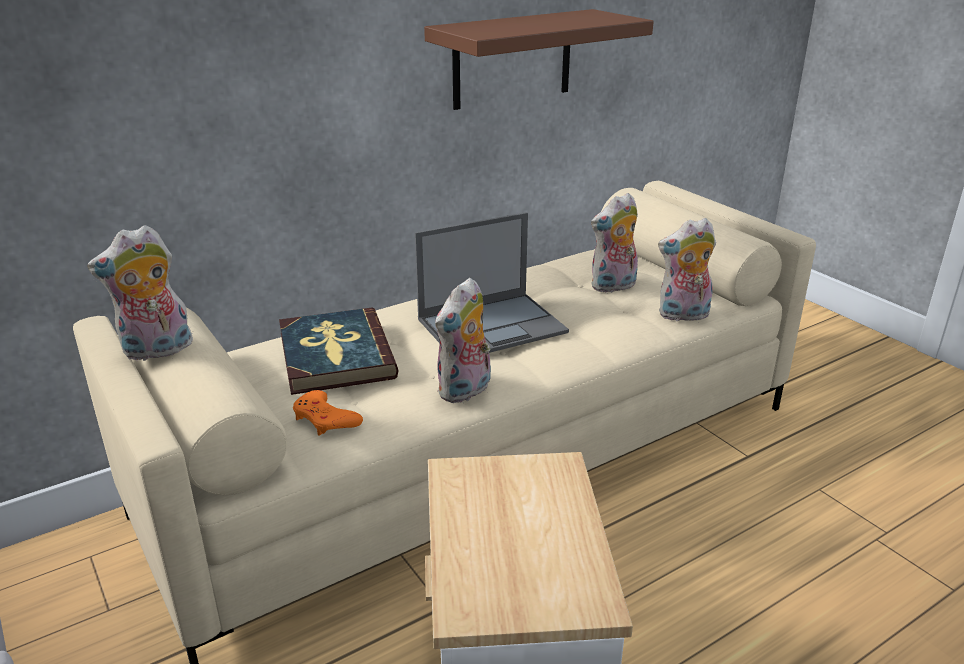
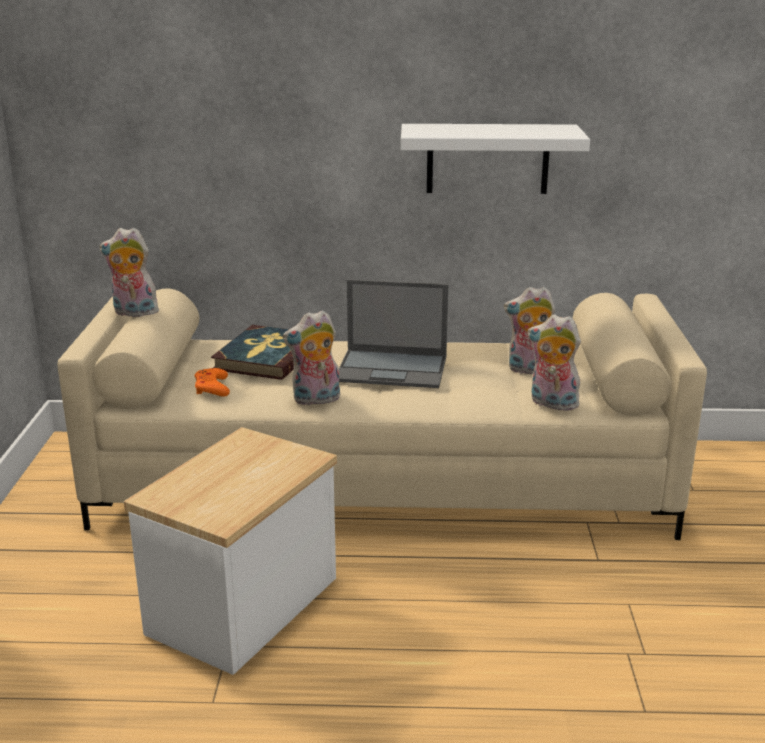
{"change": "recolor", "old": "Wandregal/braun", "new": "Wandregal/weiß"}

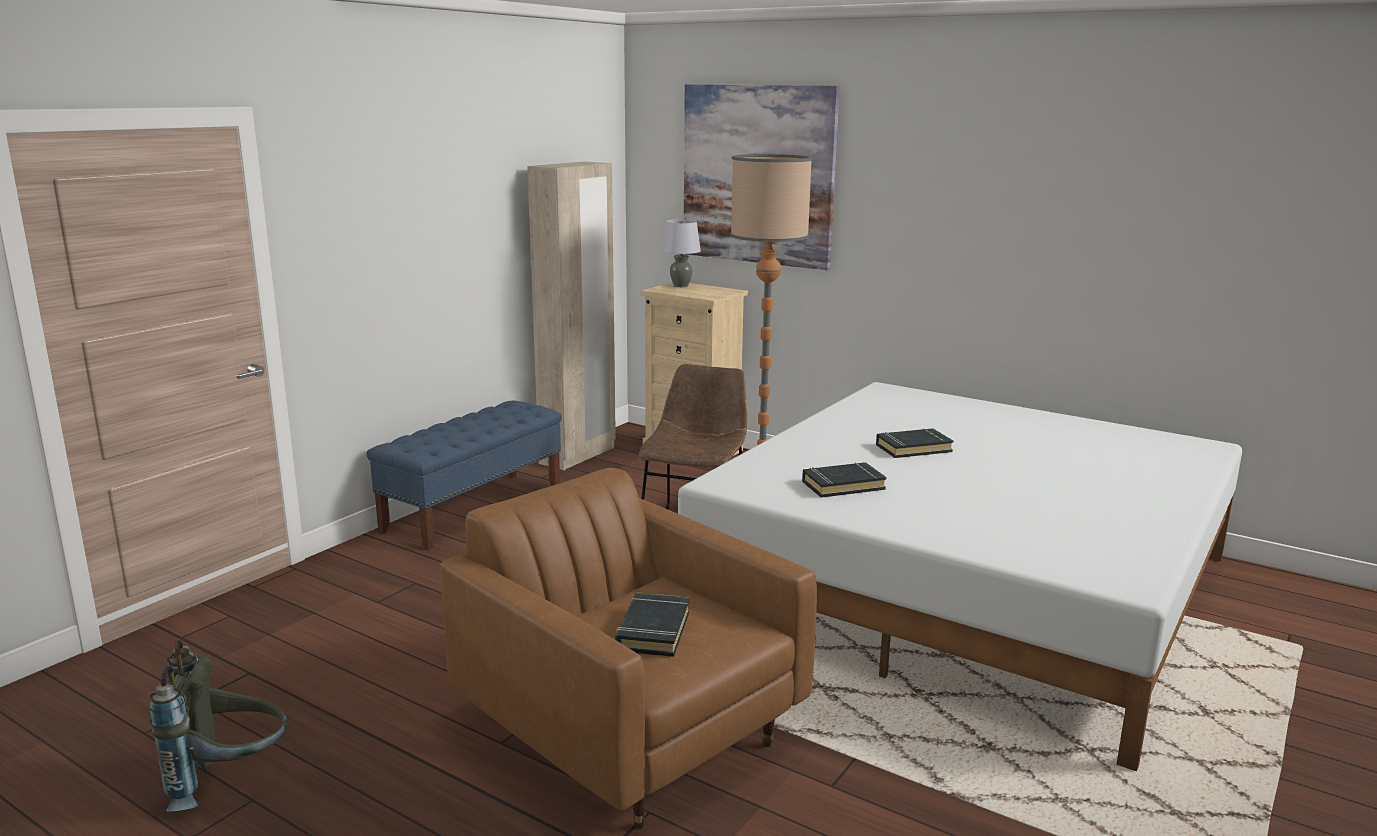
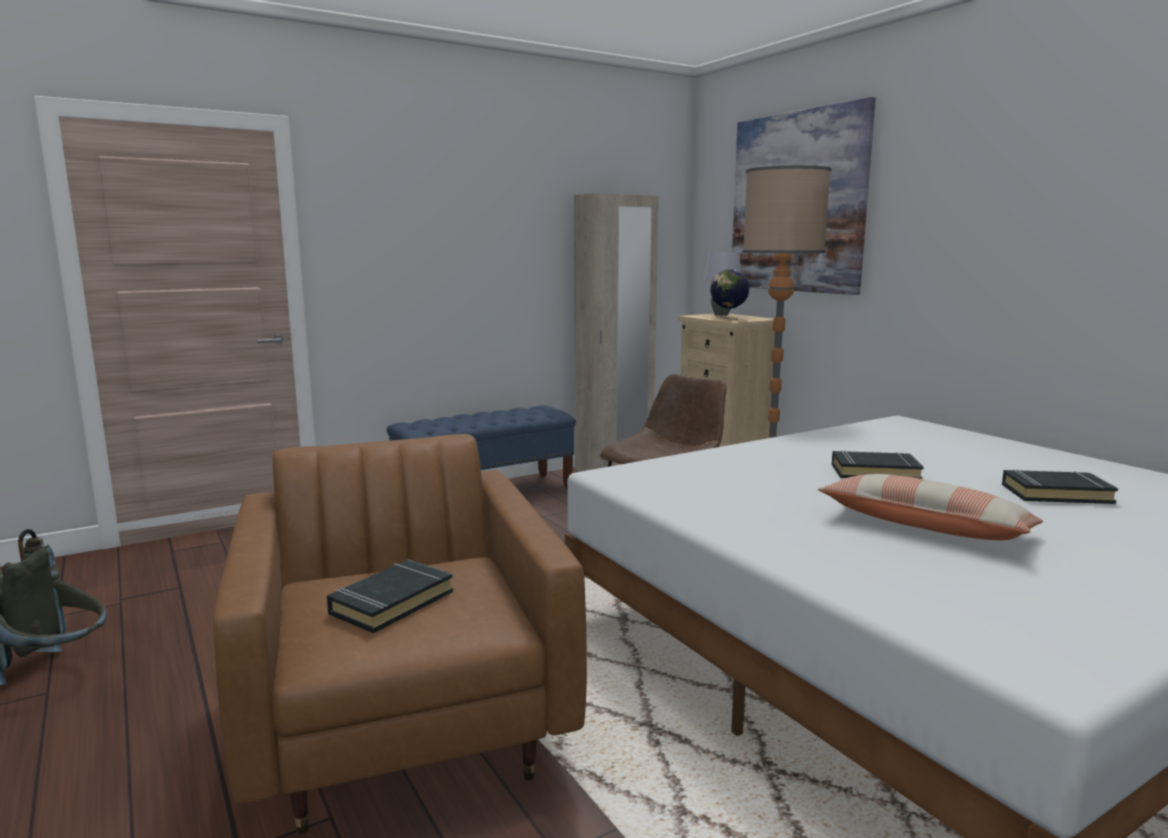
{"change": "move", "old": "Buch/schwarz (2nd from left in the first image)", "new": "Buch/schwarz (3rd from left)"}
{"change": "insert", "new": "Globus"}
{"change": "insert", "new": "Kissen"}

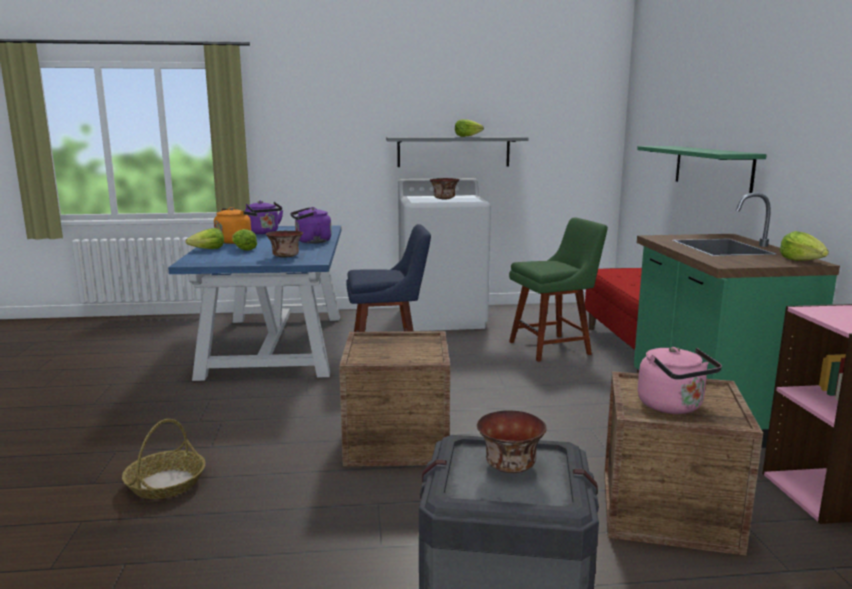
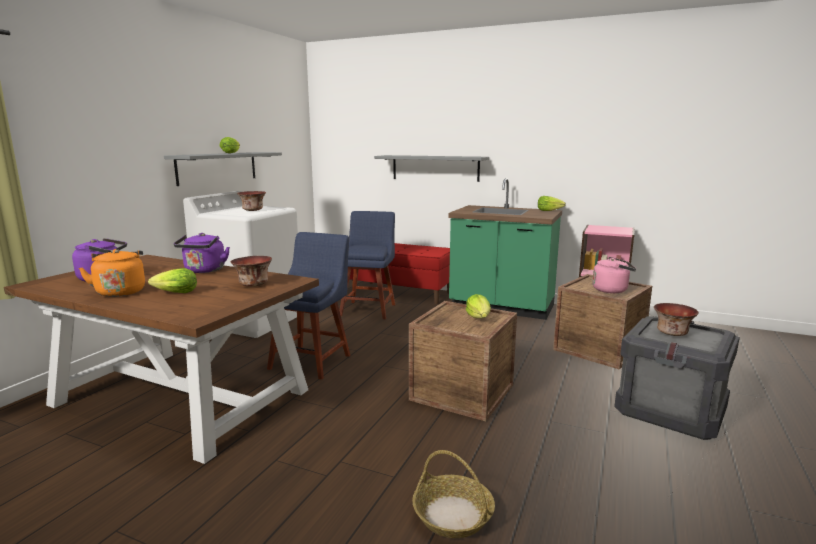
{"change": "recolor", "old": "Wandregal/grün", "new": "Wandregal/grau (2nd from left)"}
{"change": "recolor", "old": "Stuhl/grün", "new": "Stuhl/blau (2nd from left)"}
{"change": "recolor", "old": "Esstisch/blau", "new": "Esstisch/braun"}
{"change": "move", "old": "Salatkopf (1st from left in the first image)", "new": "Salatkopf (3rd from left)"}

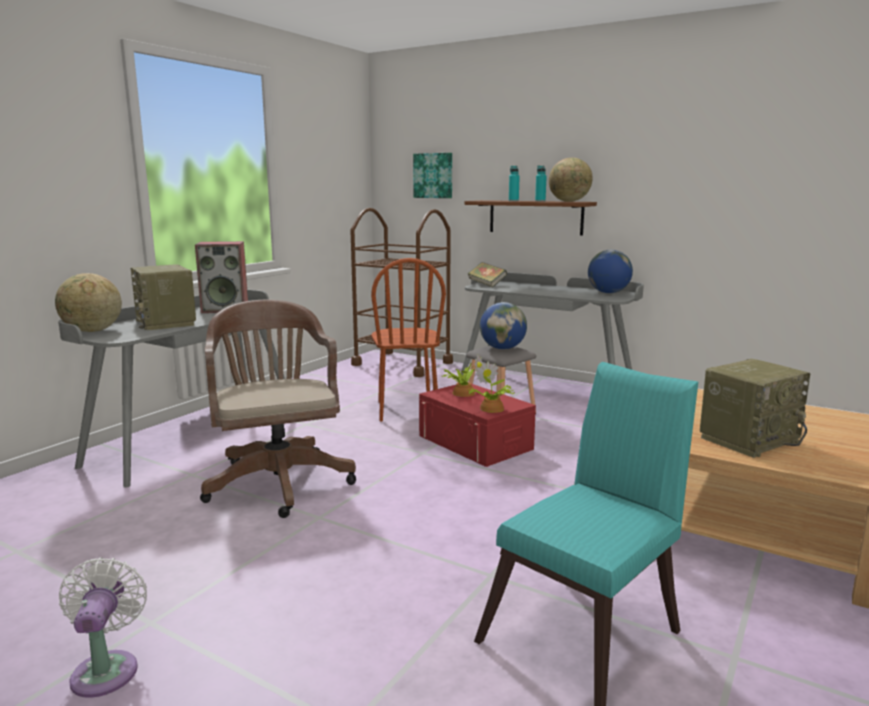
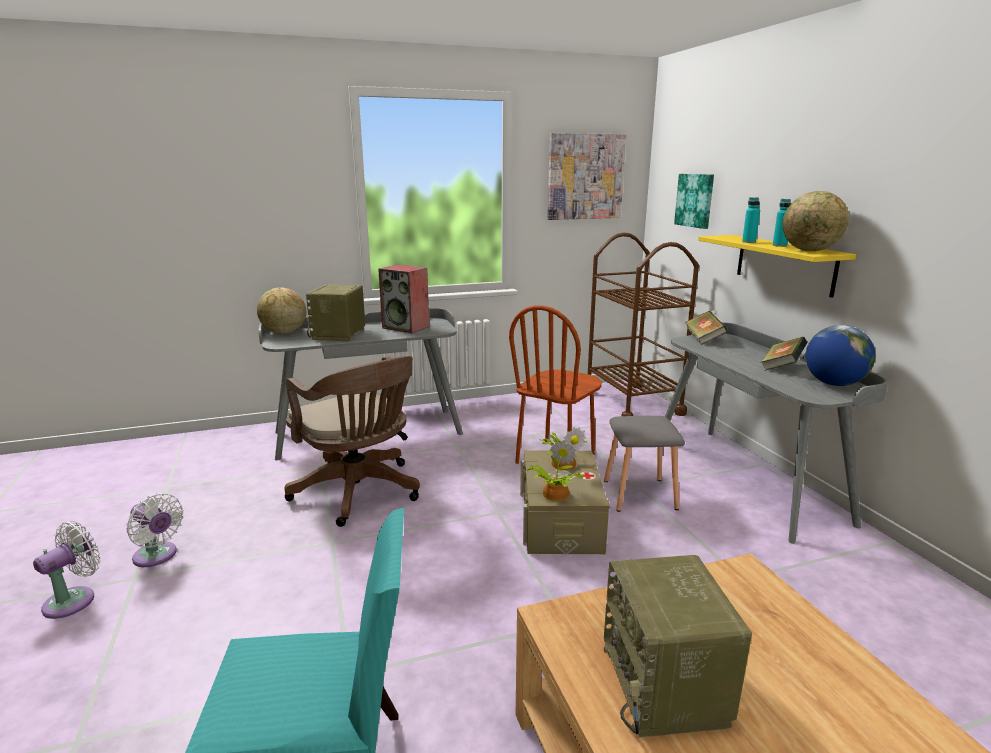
{"change": "recolor", "old": "Wandregal/braun", "new": "Wandregal/gelb"}
{"change": "rotate", "old": "Bürostuhl/braun", "degrees": 120}
{"change": "delete", "old": "Globus (2nd from left)"}
{"change": "rotate", "old": "Radio (2nd from left)", "degrees": 75}
{"change": "recolor", "old": "Aufbewahrungsbox/rot", "new": "Aufbewahrungsbox/beige"}
{"change": "insert", "new": "Bild (1st from left)"}
{"change": "insert", "new": "Buch (2nd from left)"}
{"change": "insert", "new": "Ventilator/weiß (2nd from left)"}

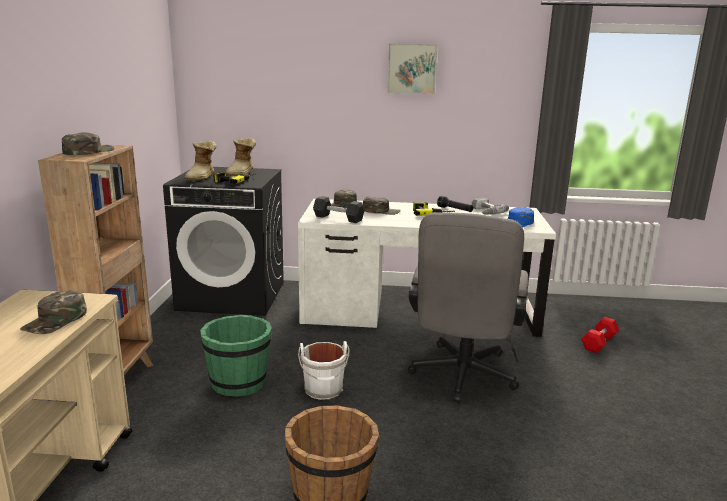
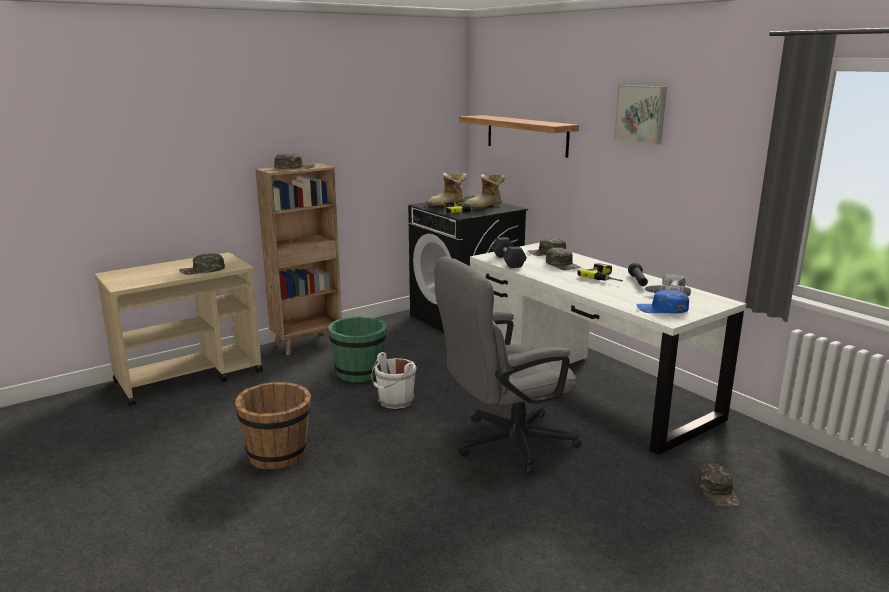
{"change": "replace", "old": "Hantel/rot", "new": "Kappe/grün (5th from left)"}
{"change": "insert", "new": "Wandregal"}

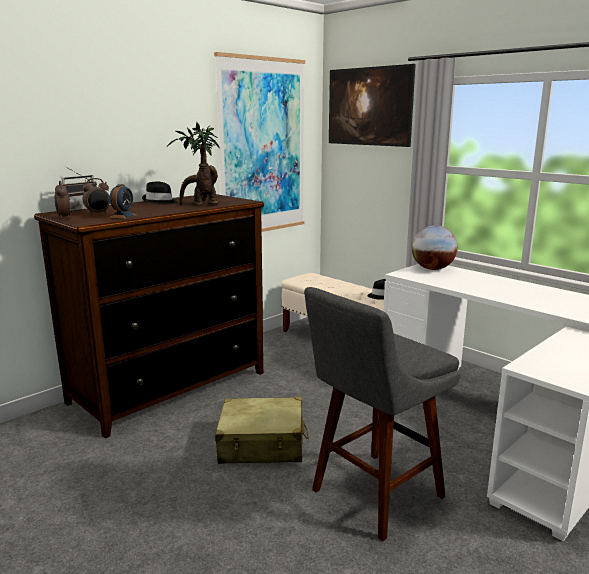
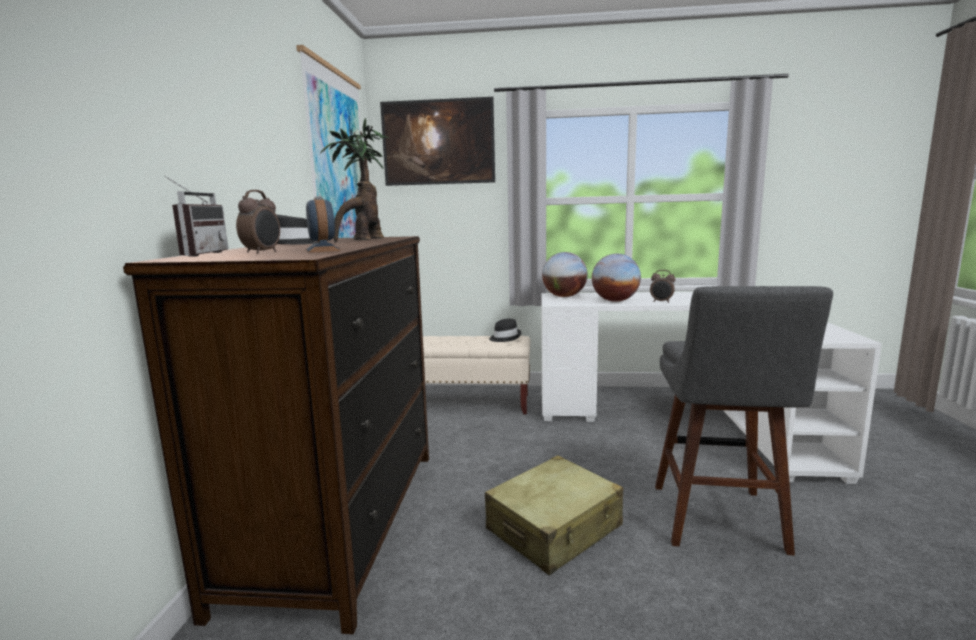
{"change": "move", "old": "Wecker (1st from left in the first image)", "new": "Wecker (3rd from left)"}
{"change": "insert", "new": "Globus (2nd from left)"}

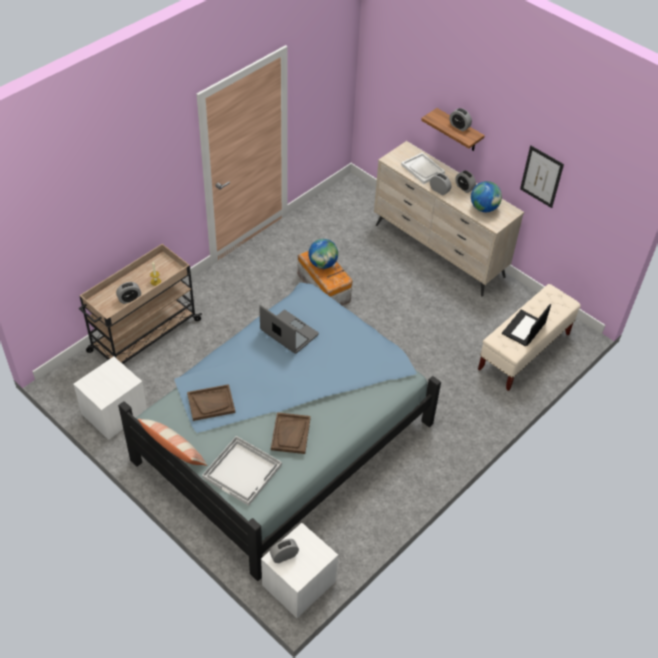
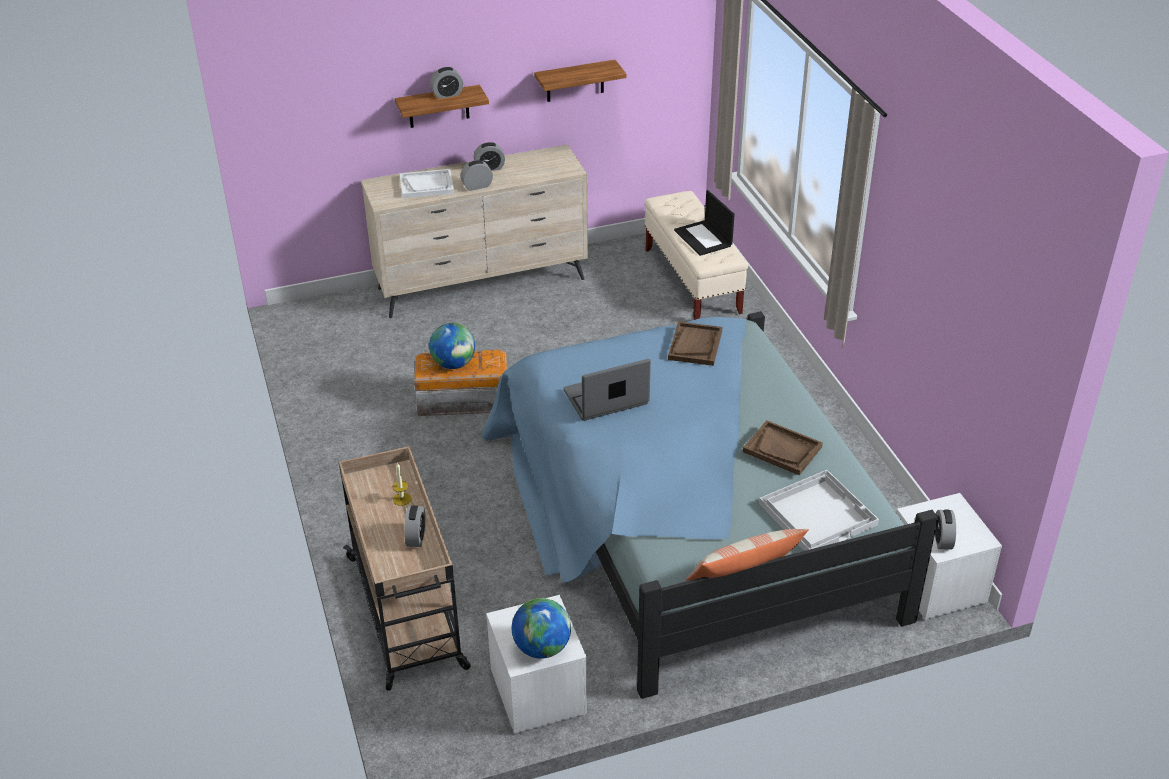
{"change": "replace", "old": "Bild", "new": "Wandregal (2nd from left)"}
{"change": "move", "old": "Globus (2nd from left)"}
{"change": "move", "old": "Tablett/braun (1st from left)"}

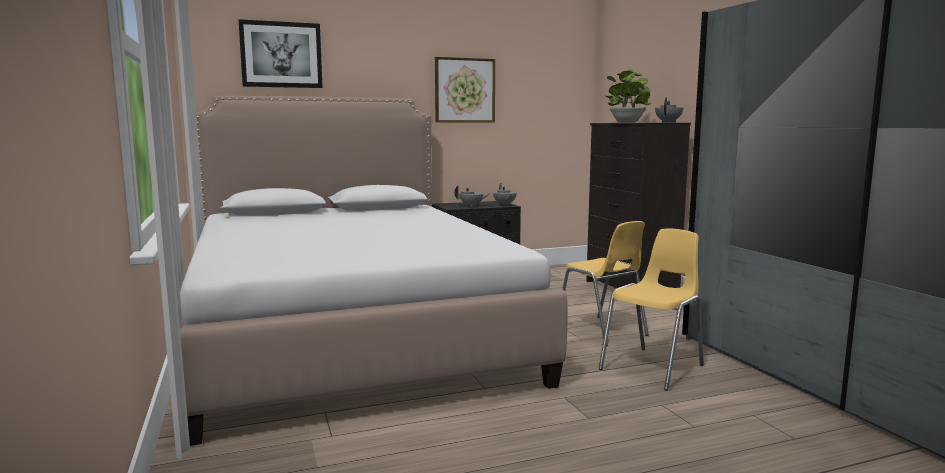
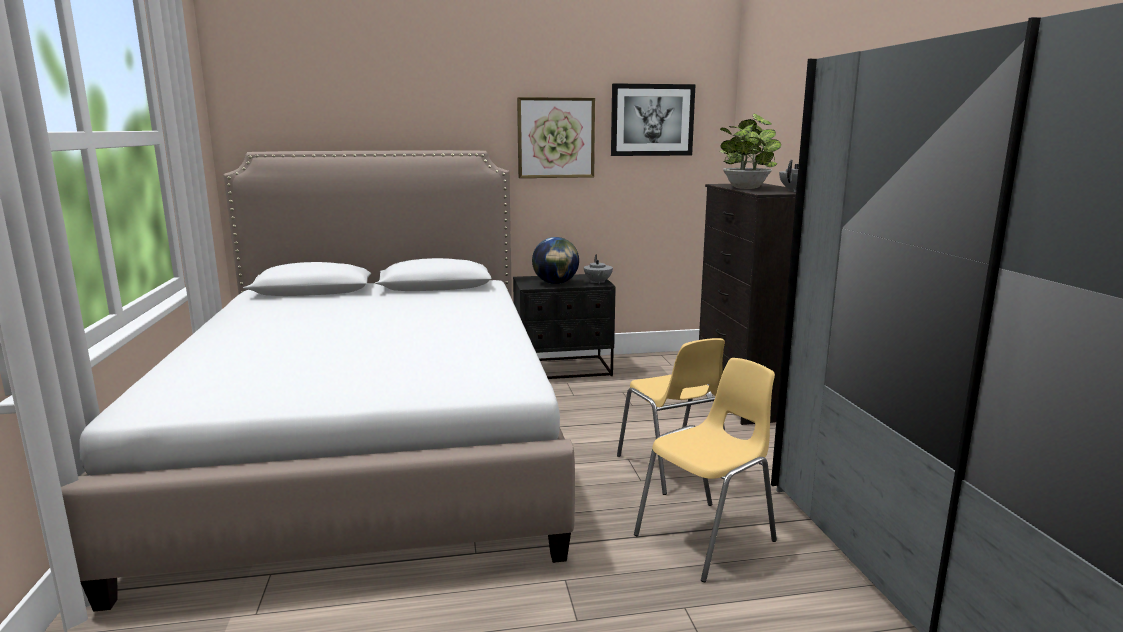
{"change": "move", "old": "Bild (1st from left in the first image)", "new": "Bild (2nd from left)"}
{"change": "replace", "old": "Teekanne/grau (1st from left)", "new": "Globus"}

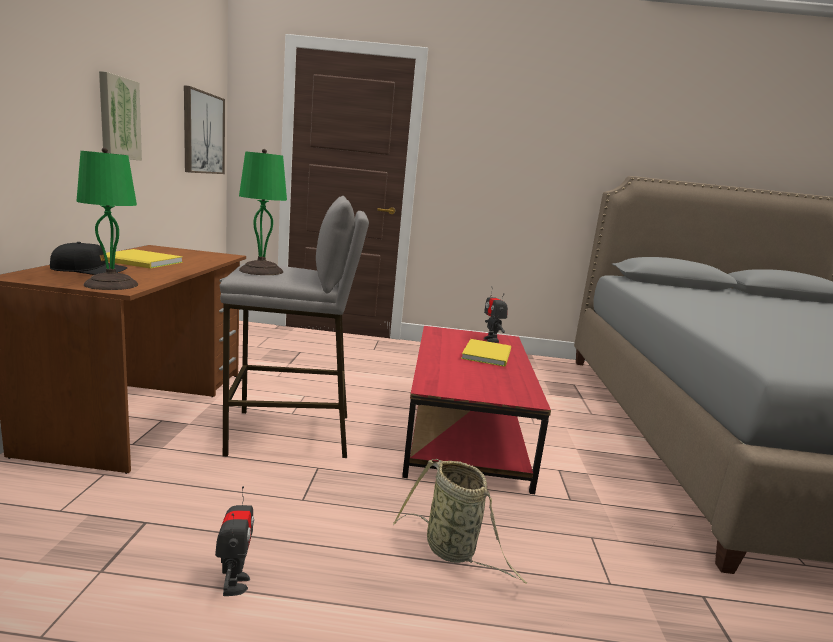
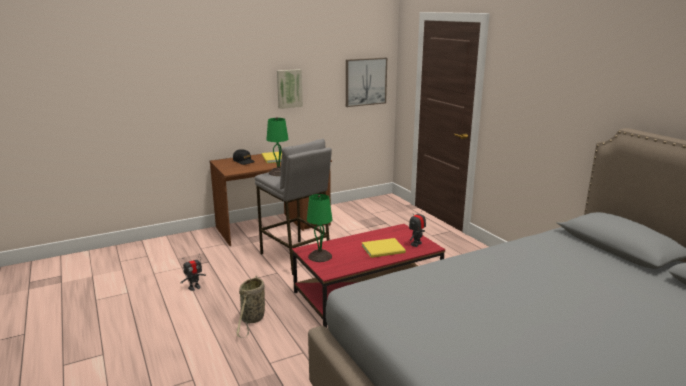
{"change": "move", "old": "Tischlampe/grün (1st from left in the first image)", "new": "Tischlampe/grün (2nd from left)"}

